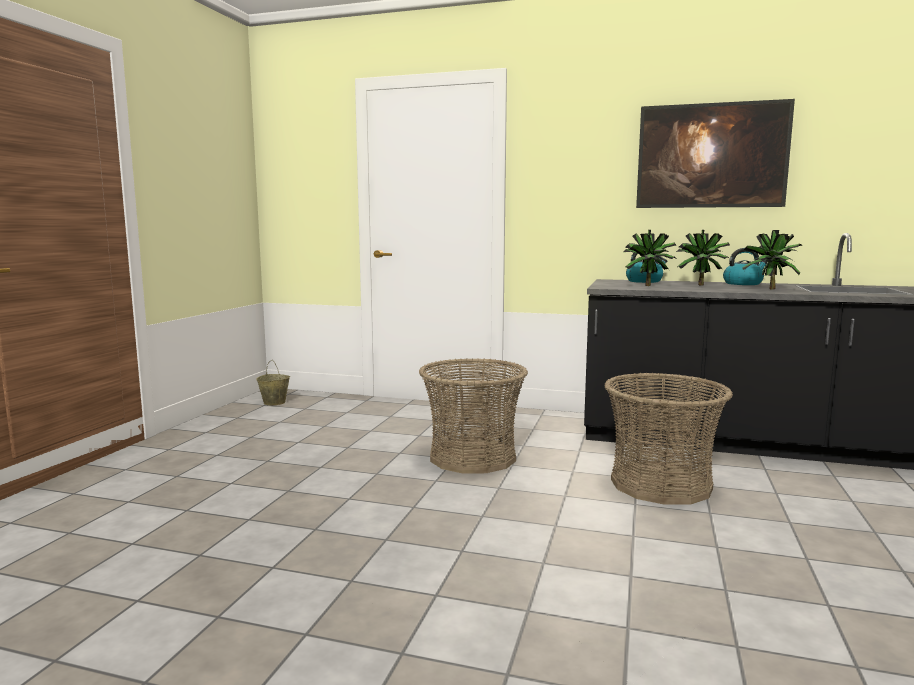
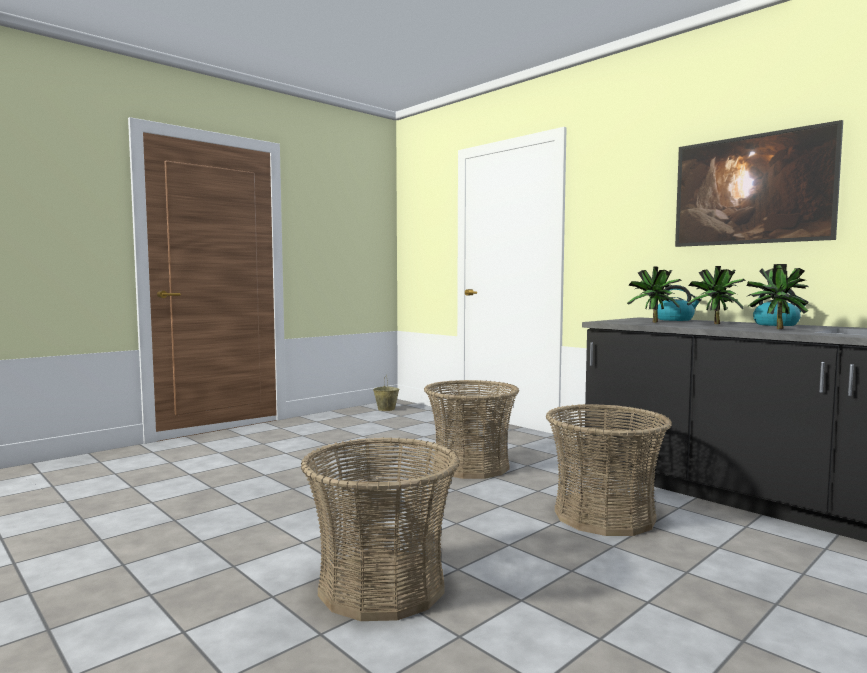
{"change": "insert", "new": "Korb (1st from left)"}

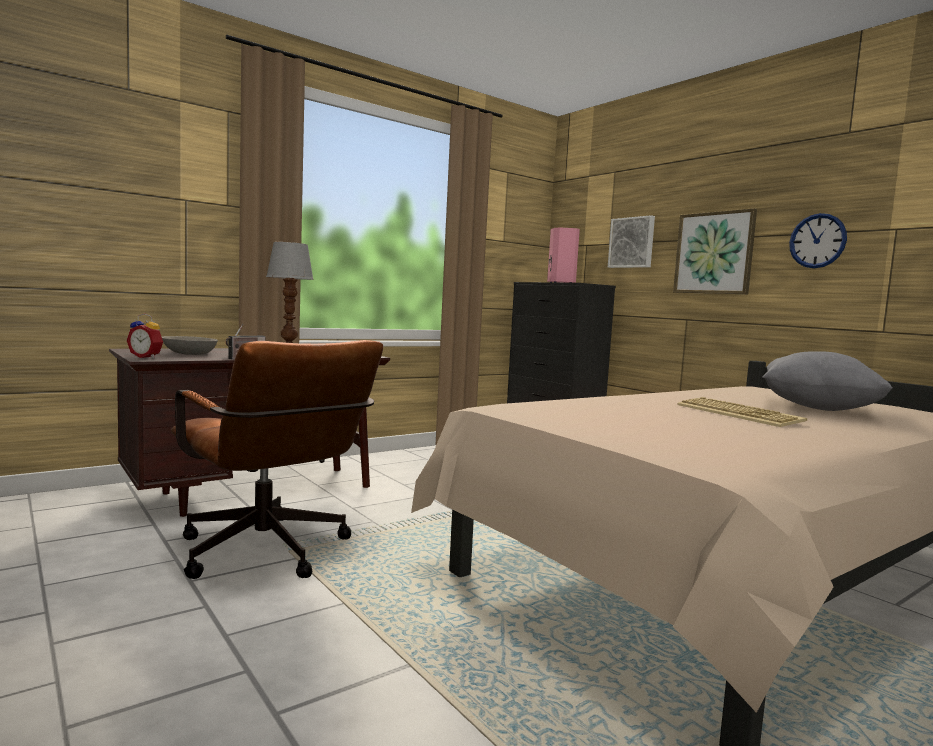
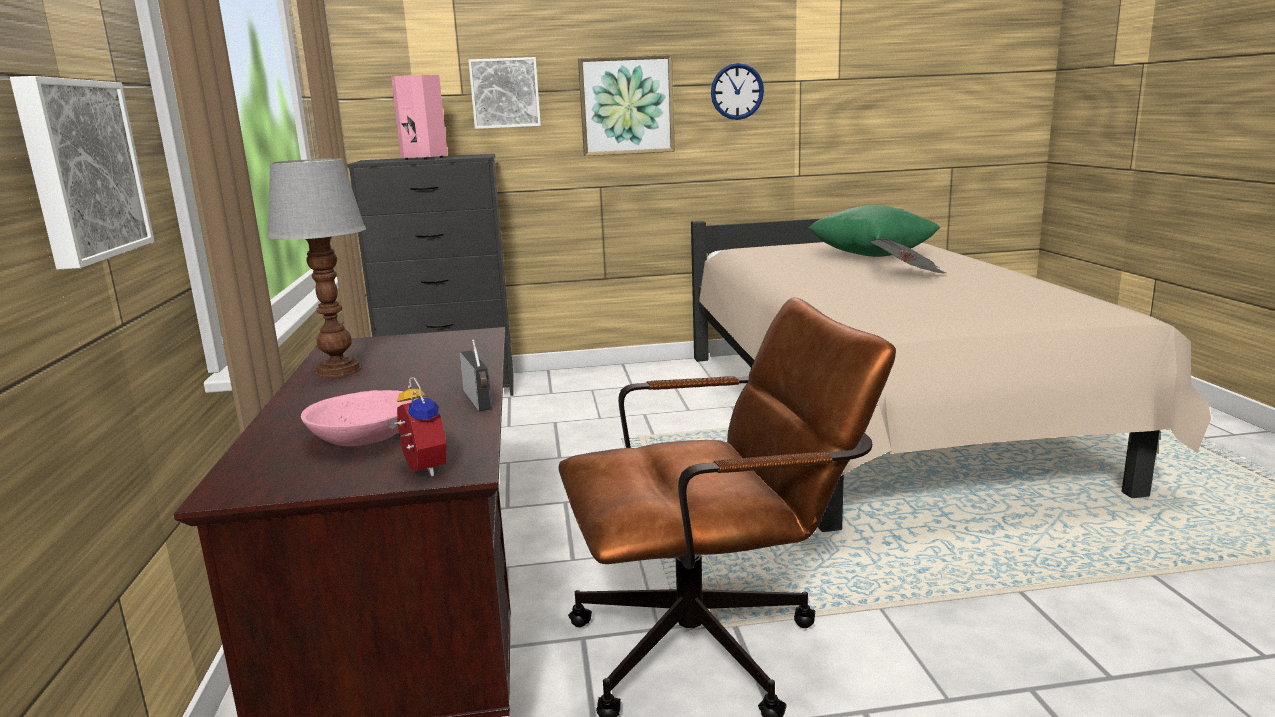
{"change": "rotate", "old": "Wecker", "degrees": -75}
{"change": "recolor", "old": "Schüssel/grau", "new": "Schüssel/rosa"}
{"change": "recolor", "old": "Kissen/grau", "new": "Kissen/grün"}
{"change": "replace", "old": "Tastatur", "new": "Zeitung"}
{"change": "insert", "new": "Bild (1st from left)"}

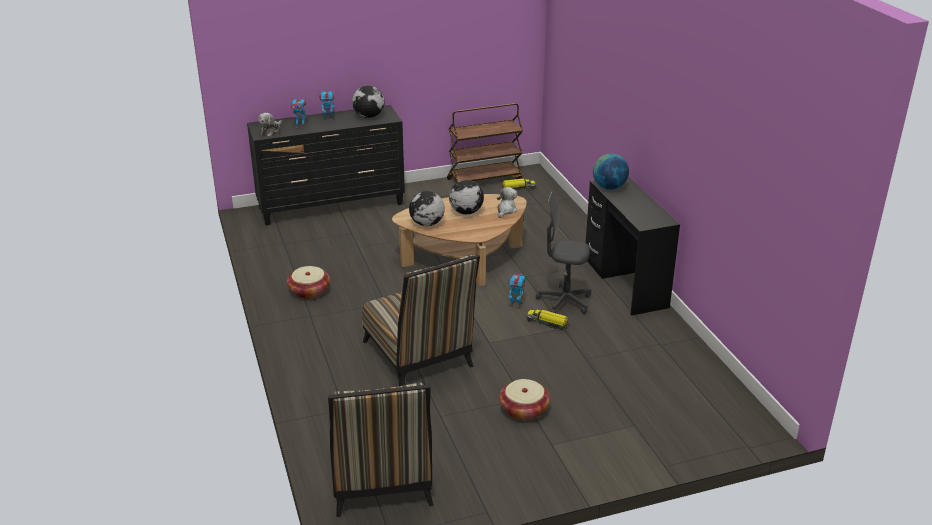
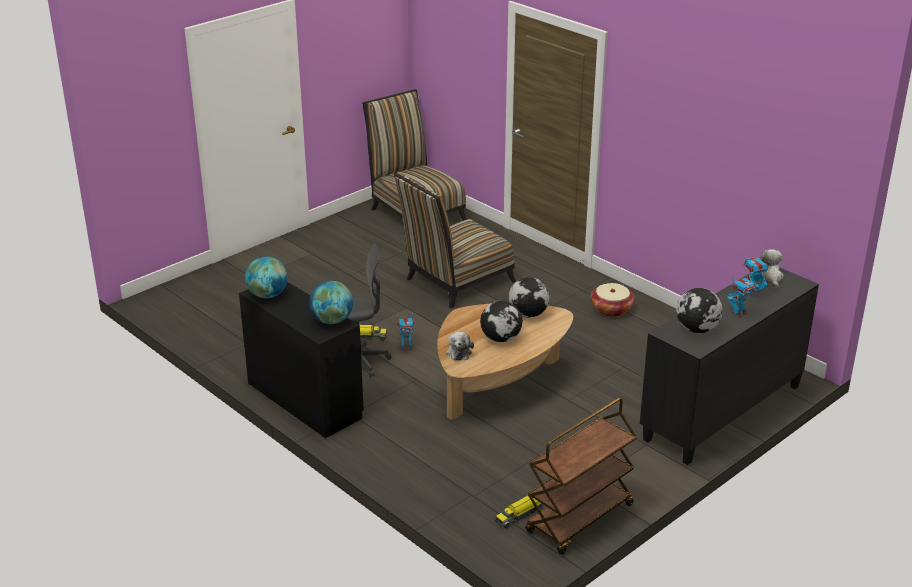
{"change": "rotate", "old": "Stuhl (2nd from left)", "degrees": -75}
{"change": "delete", "old": "Korb (2nd from left)"}
{"change": "insert", "new": "Globus (1st from left)"}

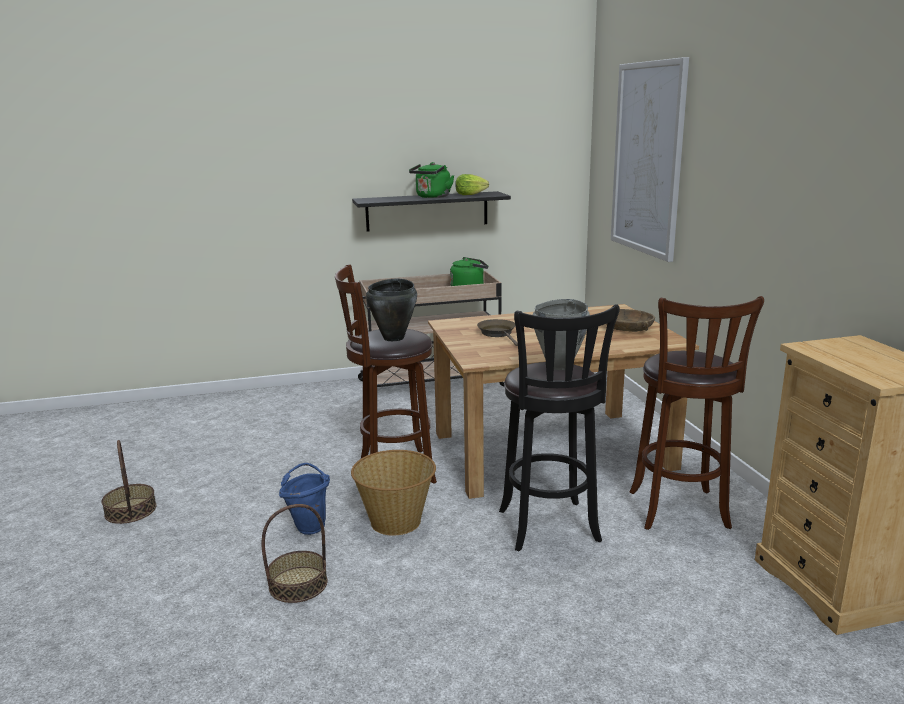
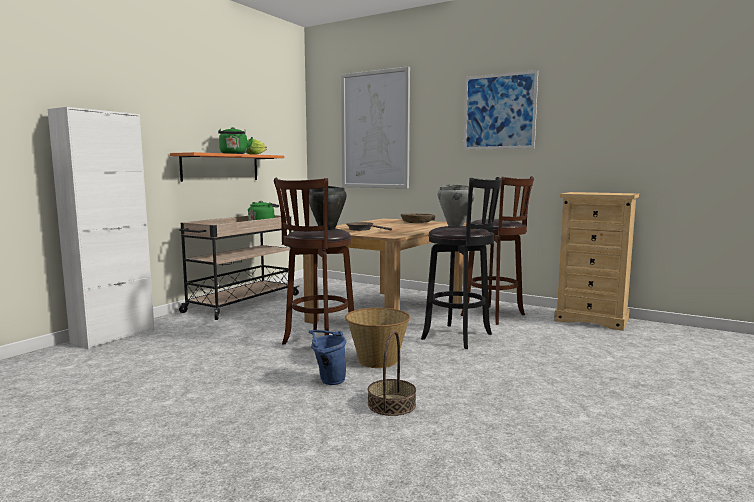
{"change": "recolor", "old": "Wandregal/schwarz", "new": "Wandregal/orange"}
{"change": "delete", "old": "Korb (1st from left)"}
{"change": "insert", "new": "Bild (2nd from left)"}
{"change": "insert", "new": "Schrank/weiß"}

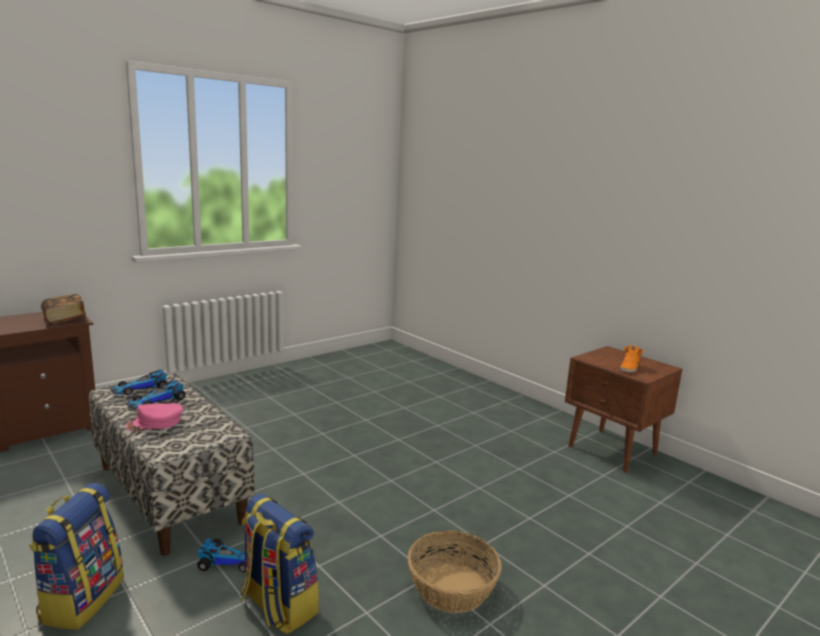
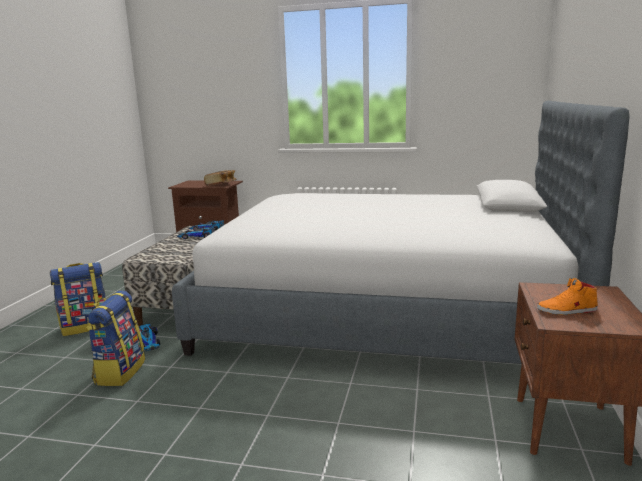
{"change": "delete", "old": "Kappe/rosa"}
{"change": "delete", "old": "Korb"}
{"change": "insert", "new": "Bett"}

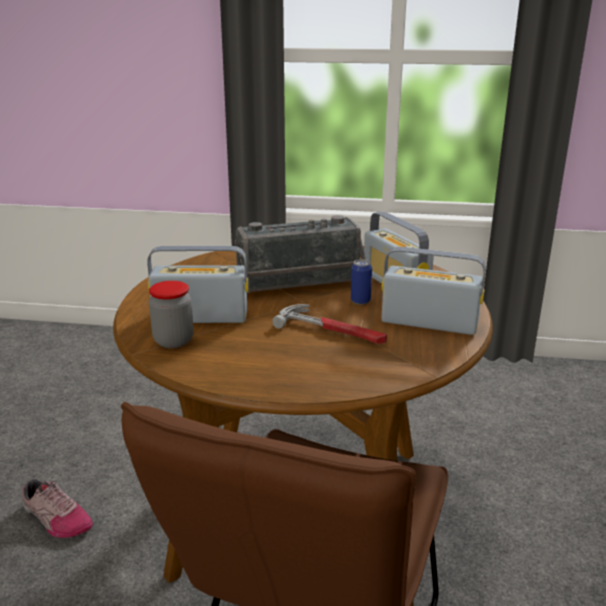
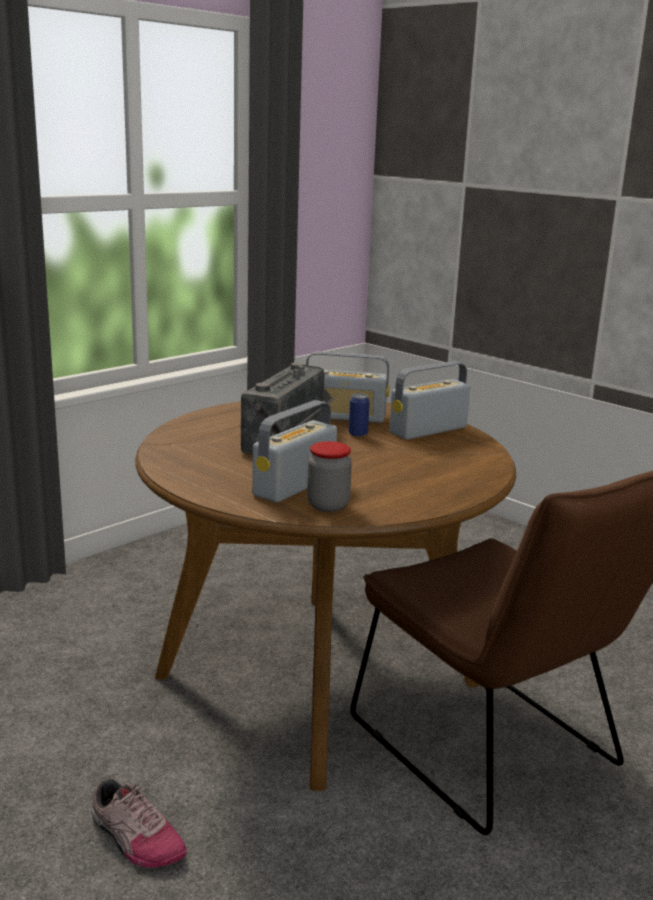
{"change": "delete", "old": "Hammer"}
{"change": "rotate", "old": "Schuh", "degrees": 60}

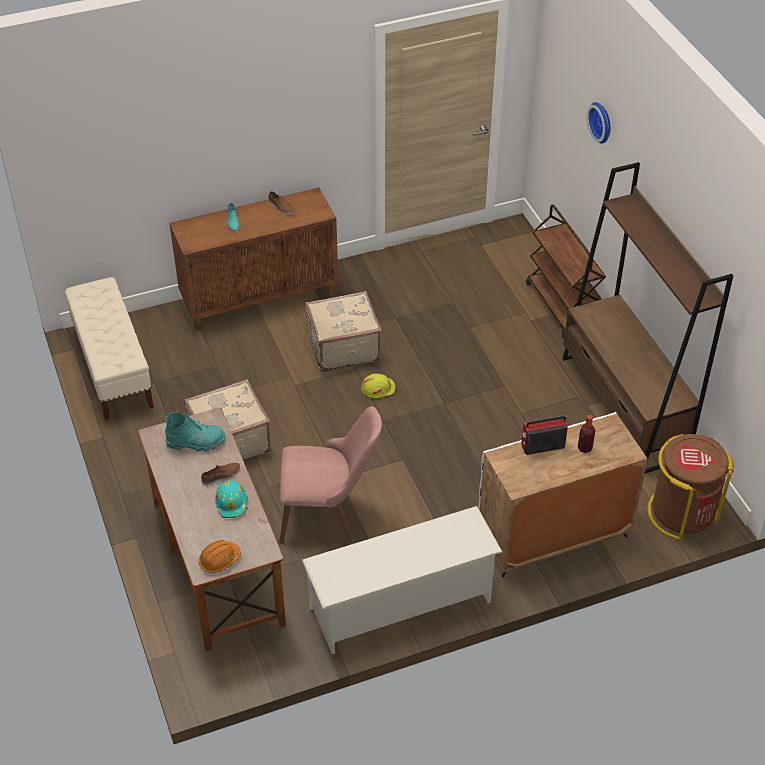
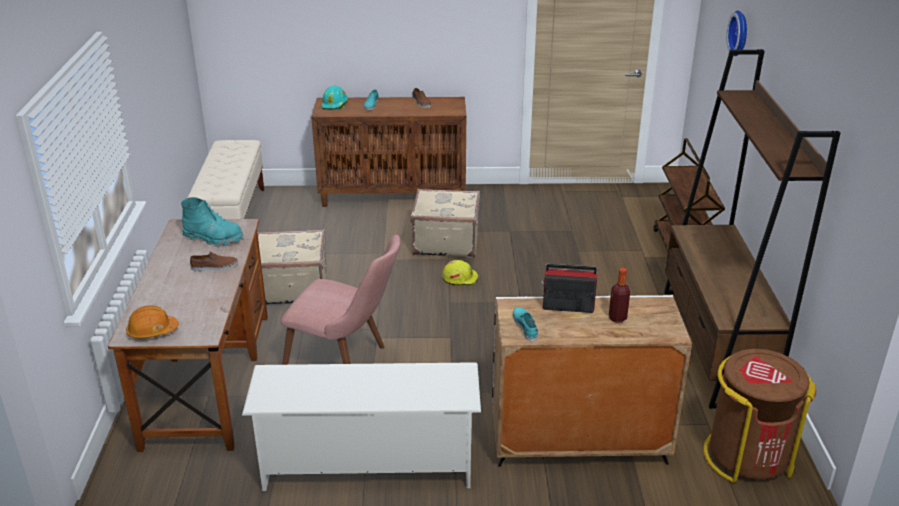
{"change": "move", "old": "Schutzhelm/türkis"}
{"change": "insert", "new": "Schuh/türkis (2nd from left)"}

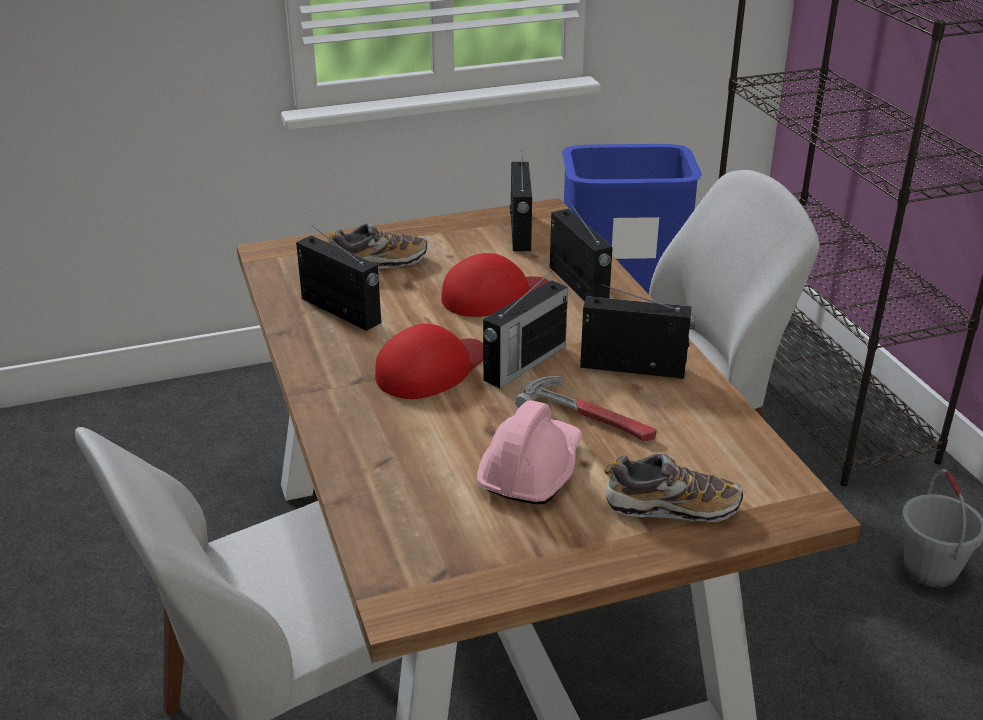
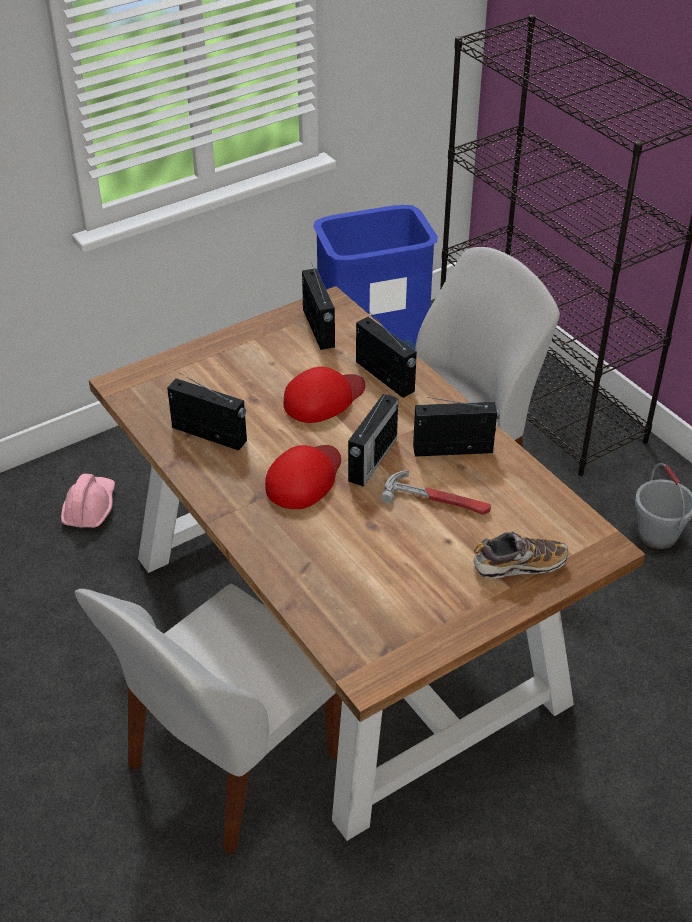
{"change": "delete", "old": "Schuh (1st from left)"}
{"change": "move", "old": "Schutzhelm/rosa"}

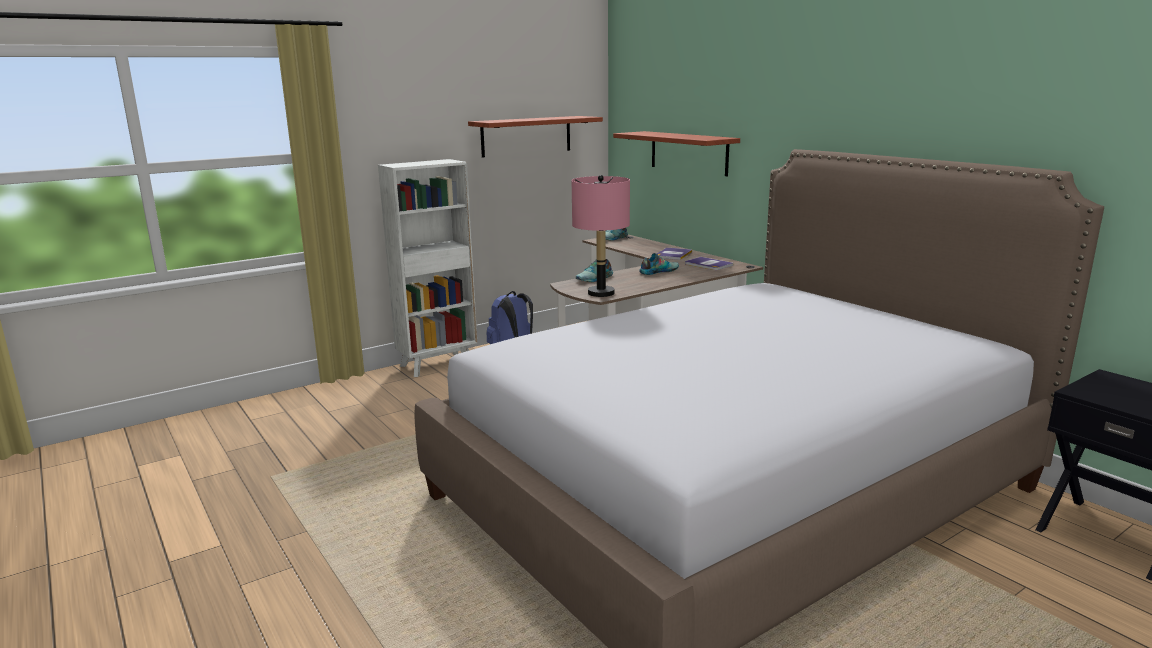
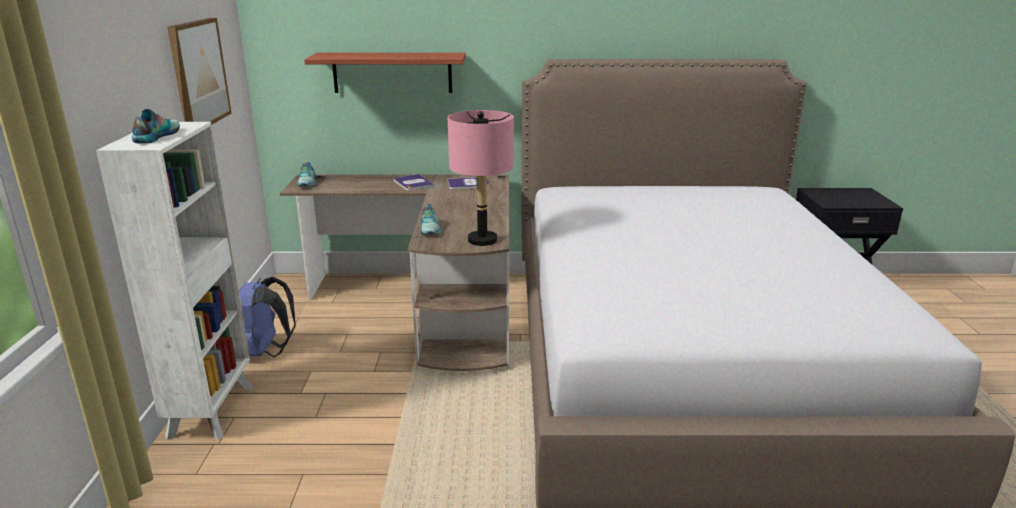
{"change": "replace", "old": "Wandregal (1st from left)", "new": "Bild"}
{"change": "move", "old": "Schuh (3rd from left in the first image)", "new": "Schuh (1st from left)"}

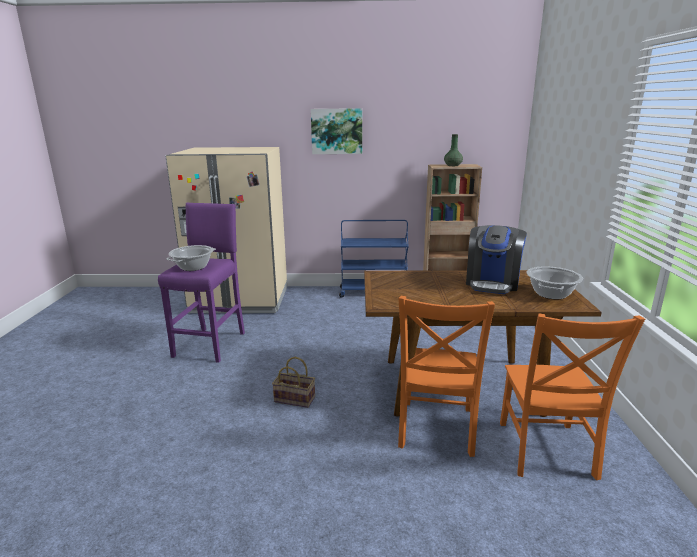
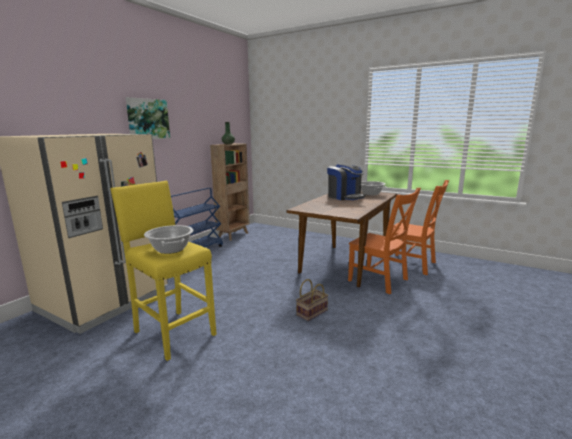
{"change": "recolor", "old": "Hocker/lila", "new": "Hocker/gelb"}

